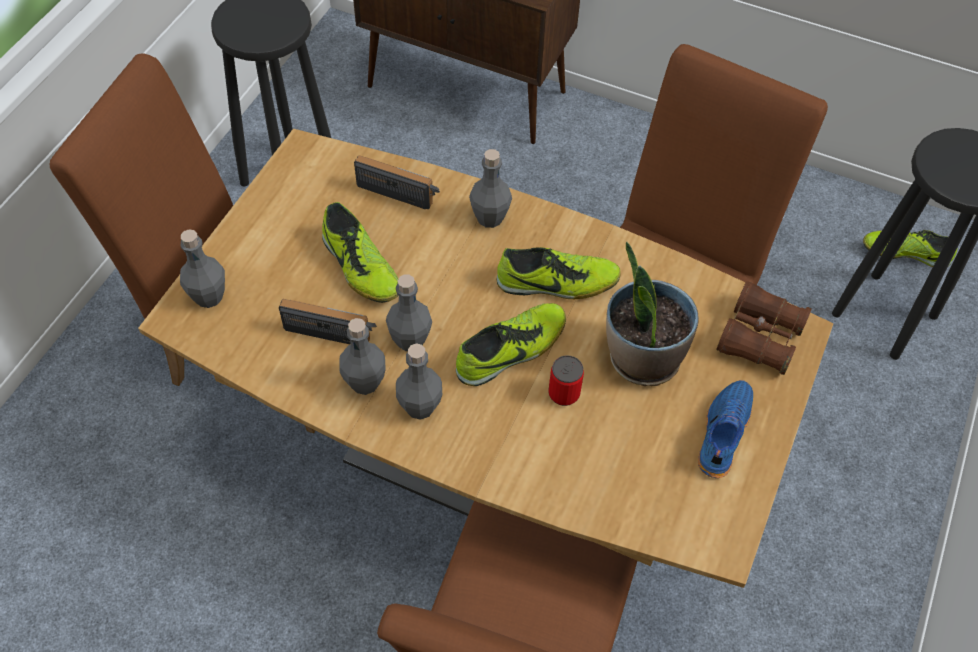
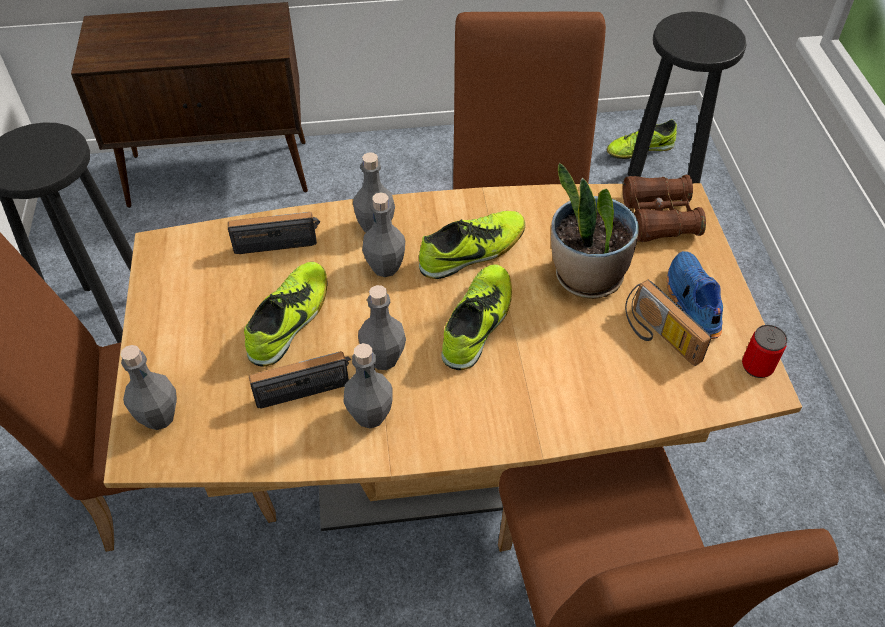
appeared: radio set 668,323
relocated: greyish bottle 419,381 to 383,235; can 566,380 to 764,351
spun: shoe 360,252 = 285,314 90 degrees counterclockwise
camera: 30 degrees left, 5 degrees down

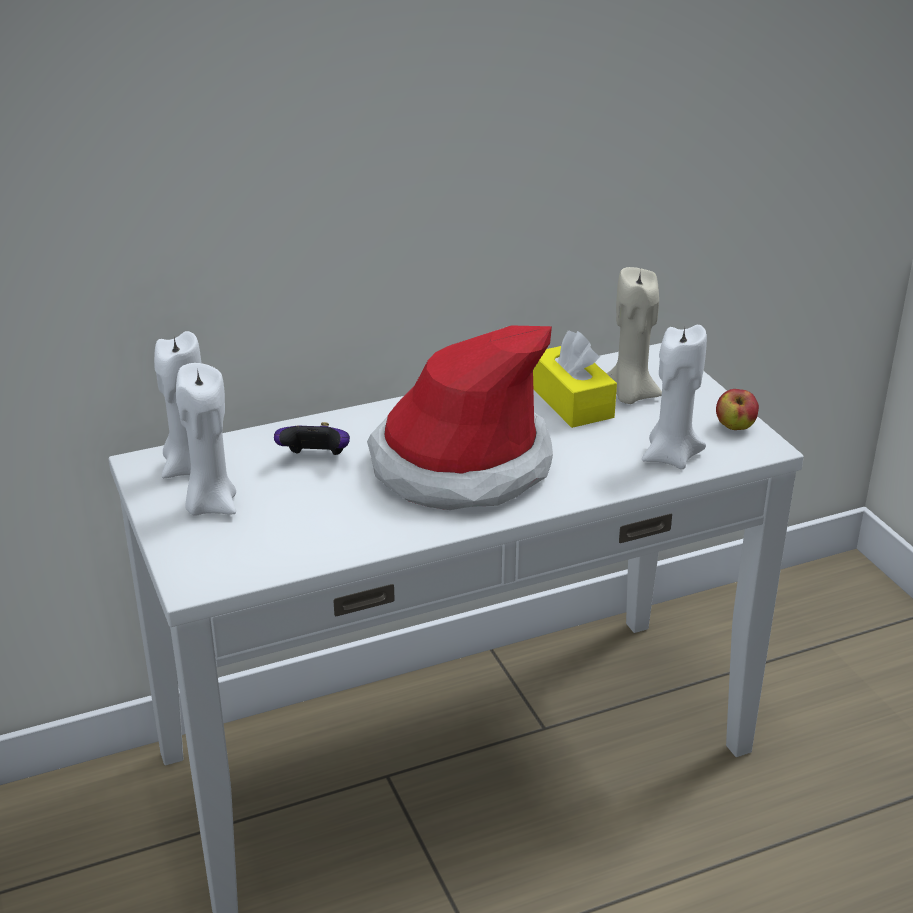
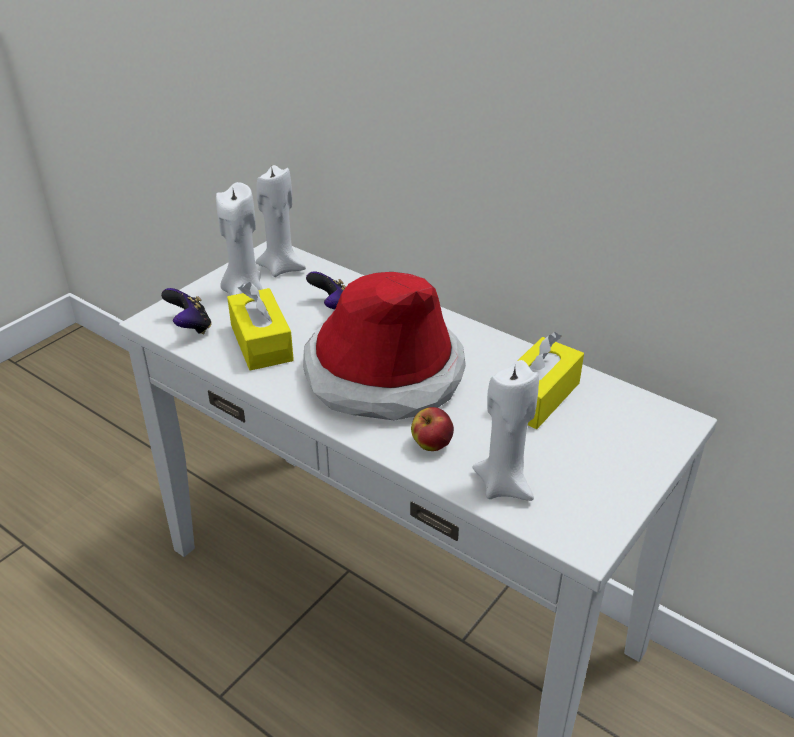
missing: beige candle 634,335
appeared: game controller 186,311; yellow-coloured tissue holder 260,326
relocated: apple fruit 737,409 to 432,429
camera: 60 degrees right, 5 degrees up

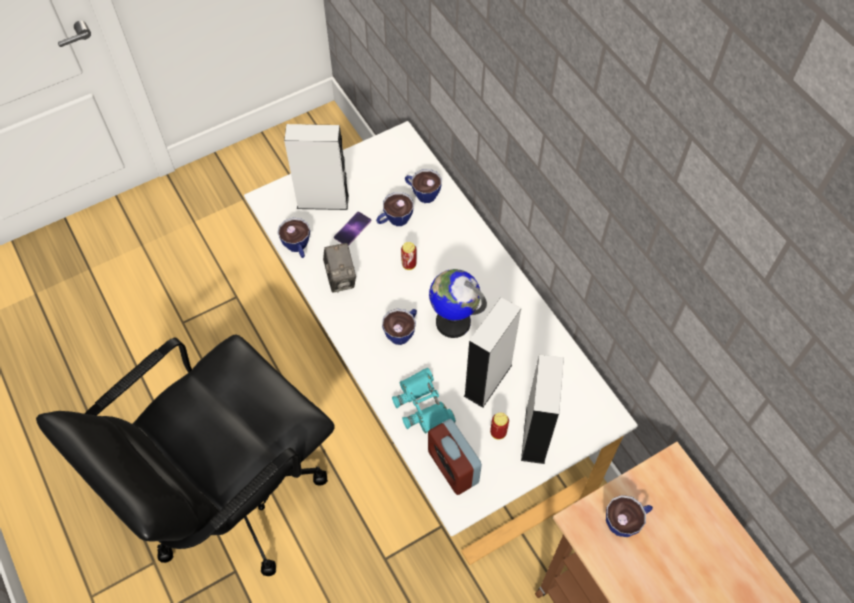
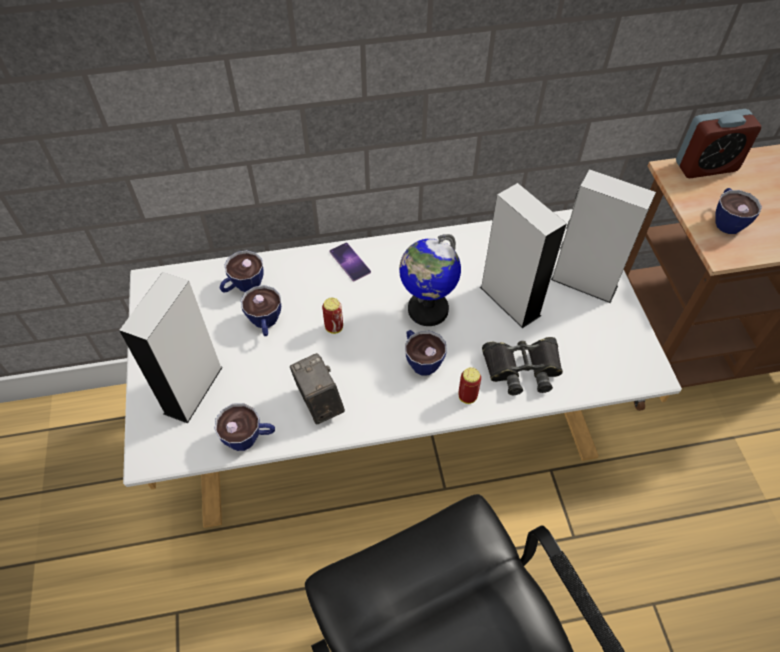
relocated: telephone 352,228 to 350,262; can 499,426 to 469,385; bedside clock 455,457 to 718,143
colour: blue-green field glasses 424,401 to blackish field glasses 522,366
spun: photo camera 339,268 = 317,388 120 degrees counterclockwise
camera: 70 degrees left, 5 degrees down

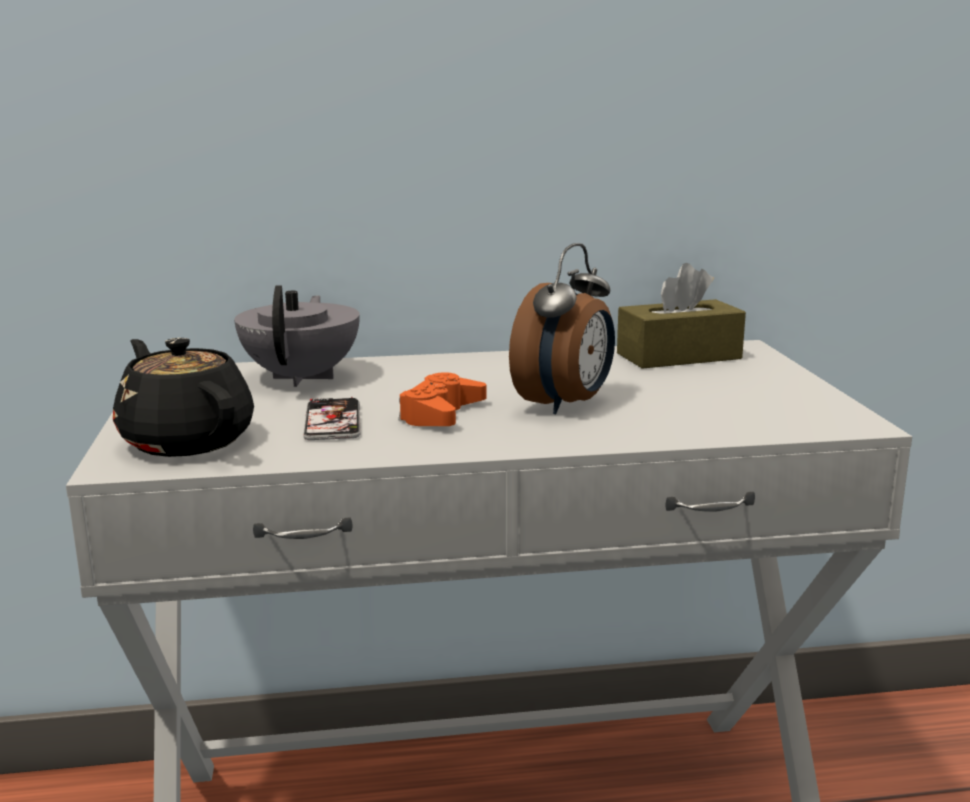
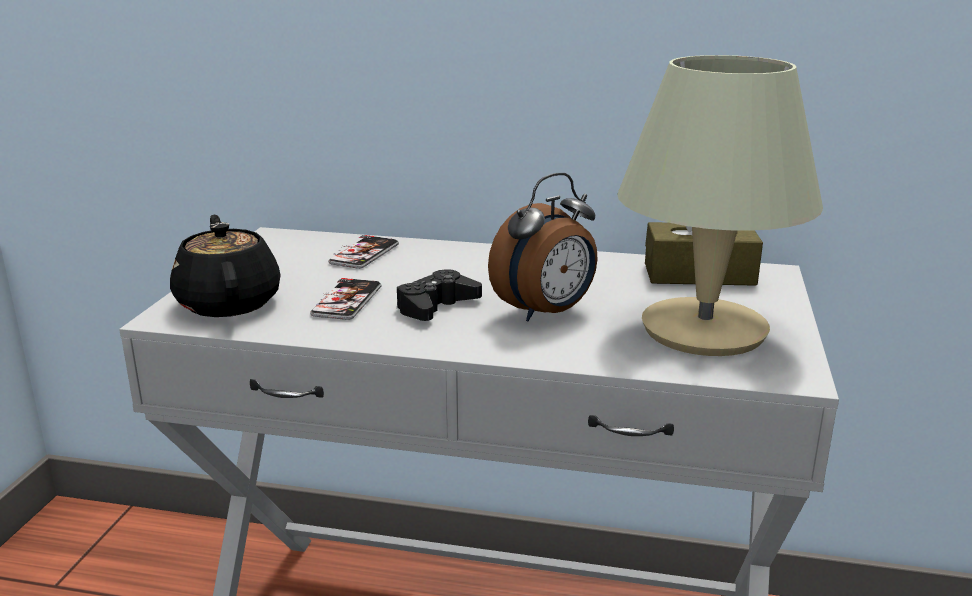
appeared: beige lamp for a table 720,205
exchanged: greyish teapot 297,336 to telephone 363,252
colour: orange-coloured game controller 442,399 to blackish game controller 439,295
camera: 20 degrees right, 5 degrees up

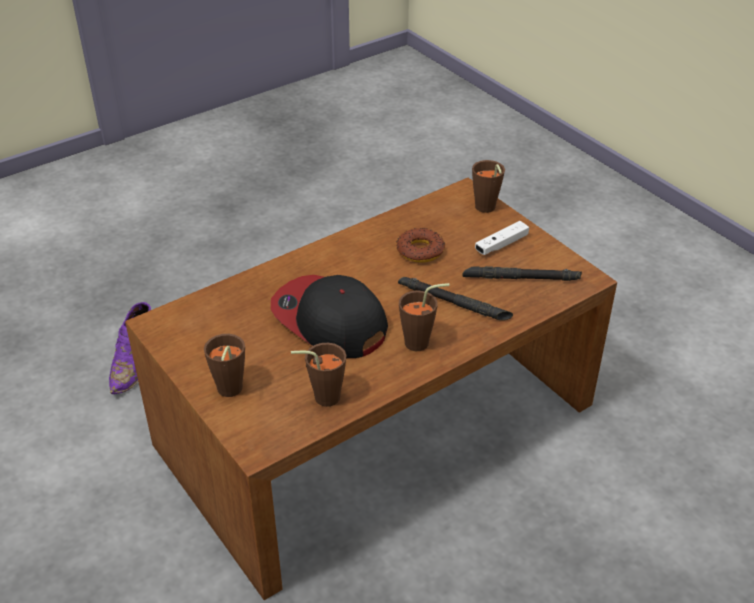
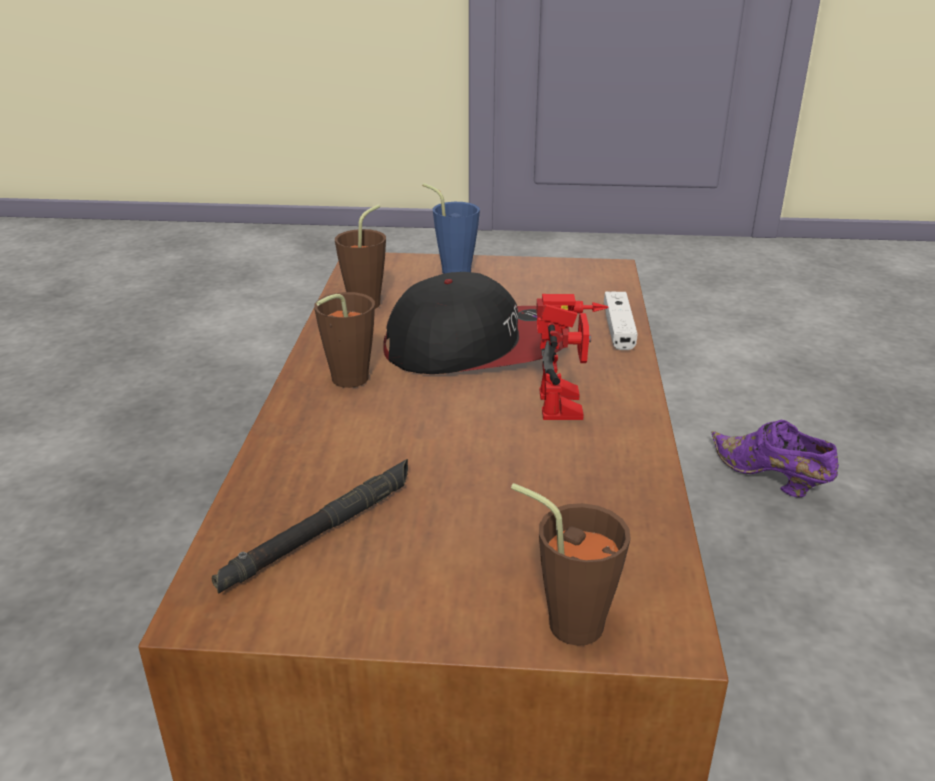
missing: ring doughnut 420,245; blackish torch 455,298
appeared: toy robot 572,357
relocated: white game controller 502,238 to 620,320
colour: brown small cup 224,365 to blue small cup 451,228
camera: 130 degrees right, 10 degrees down

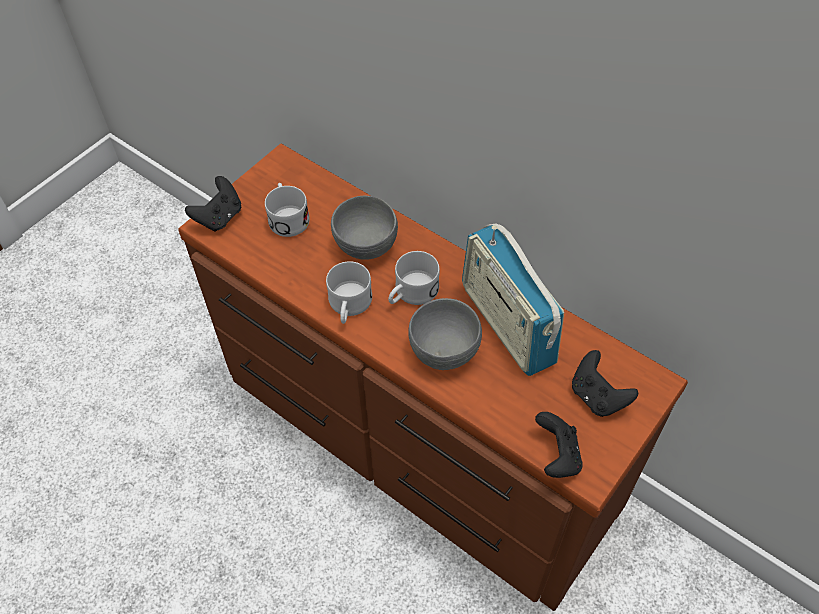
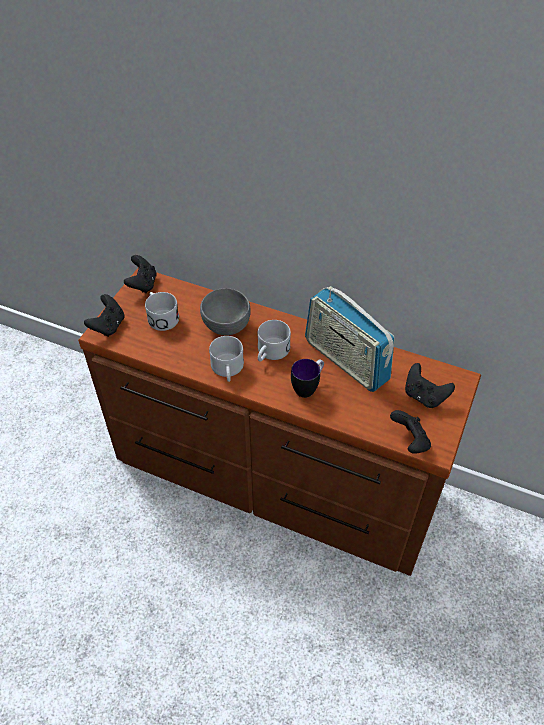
appeared: blackish game controller 140,274
exchanged: greyish deep dish 445,334 to tea mug 307,378
camera: 15 degrees left, 5 degrees down

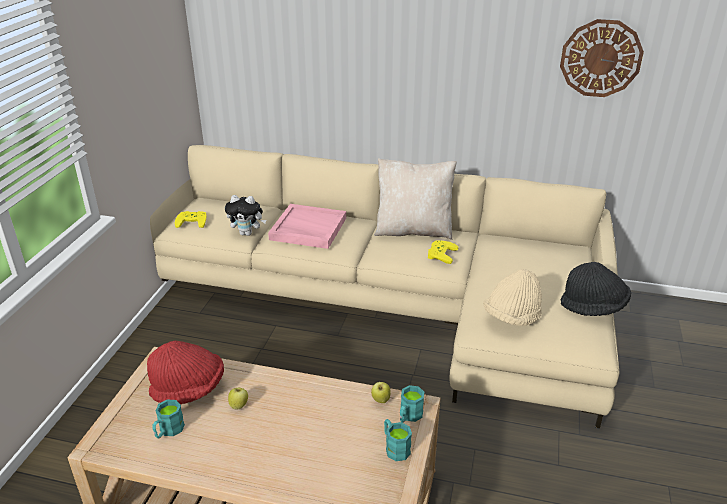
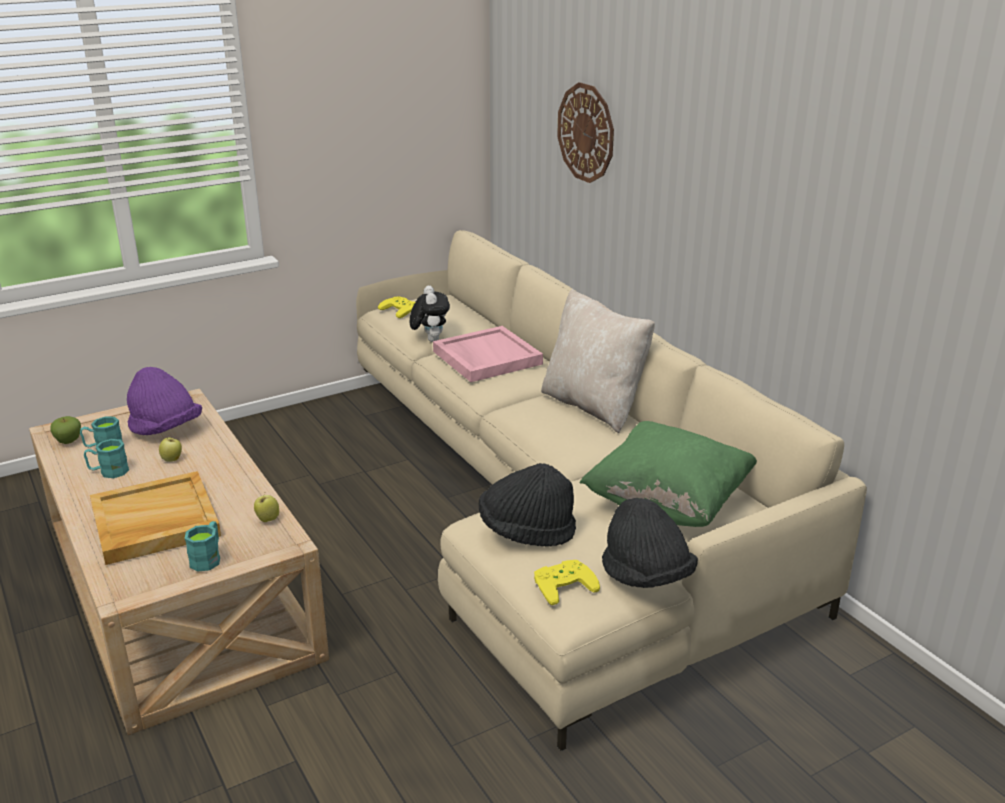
appeared: apple fruit 65,430; beige serving tray 155,518; green-coloured cushion 668,474
relocated: blue-green tea mug 412,404 to 106,458; yellow-coloured game controller 443,252 to 567,582; clock on the wall 602,58 to 585,132
colour: red-coloured clothing hat 185,373 to purple clothing hat 164,401; beige clothing hat 512,297 to blackish clothing hat 527,504
spun: cuddly toy 245,215 = 430,313 150 degrees counterclockwise
camera: 45 degrees right, 5 degrees down

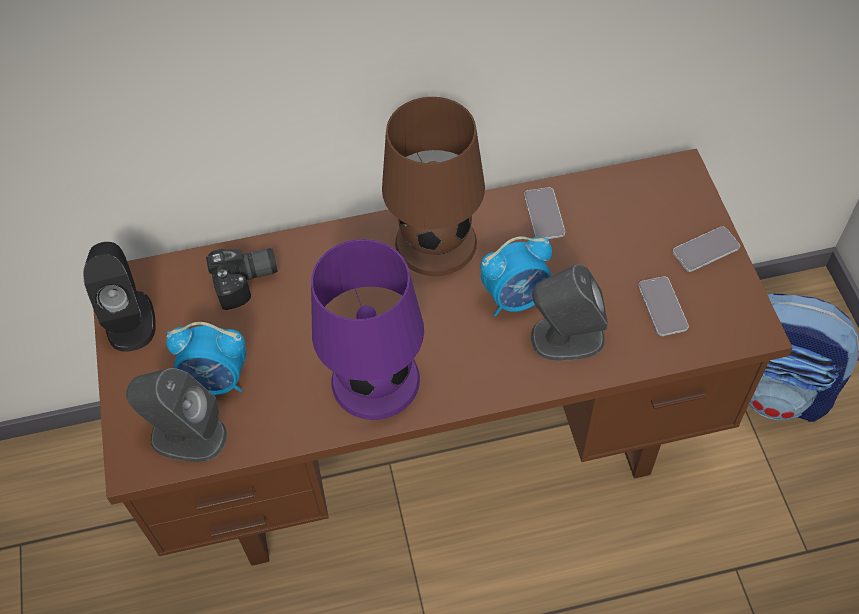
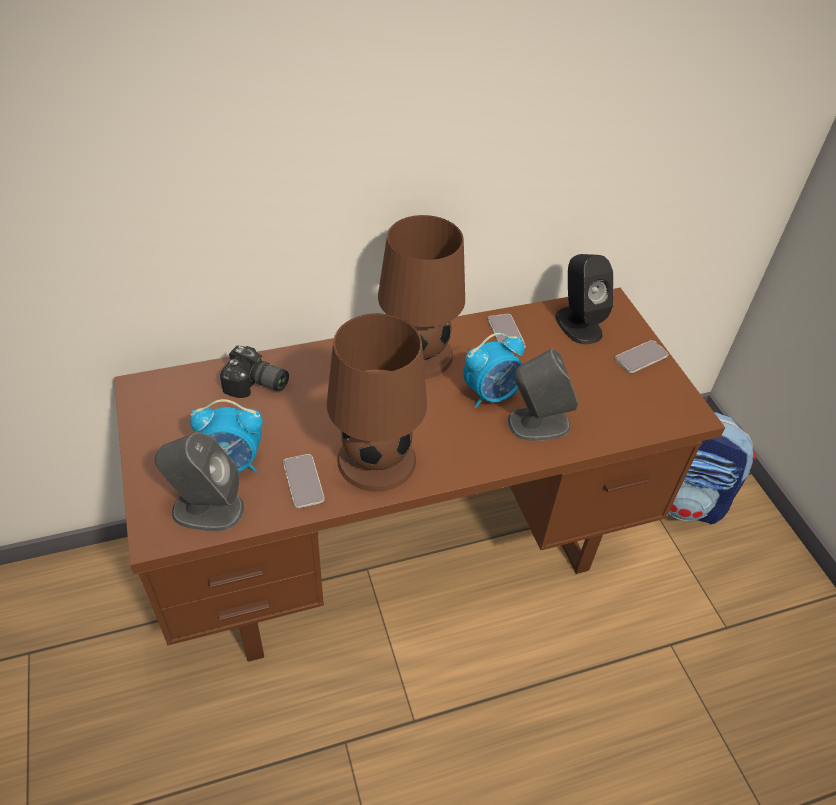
relocated: telephone 663,306 to 303,481; blackish speaker 119,297 to 584,299
colour: purple lamp for a table 367,329 to brown lamp for a table 377,402
spun: photo camera 242,279 = 254,372 45 degrees clockwise
camera: 10 degrees left, 10 degrees down

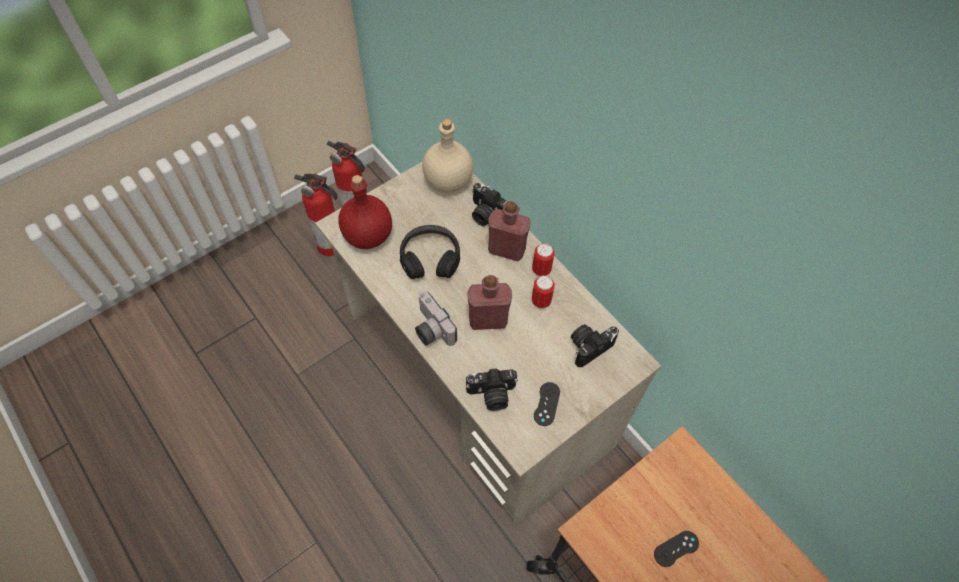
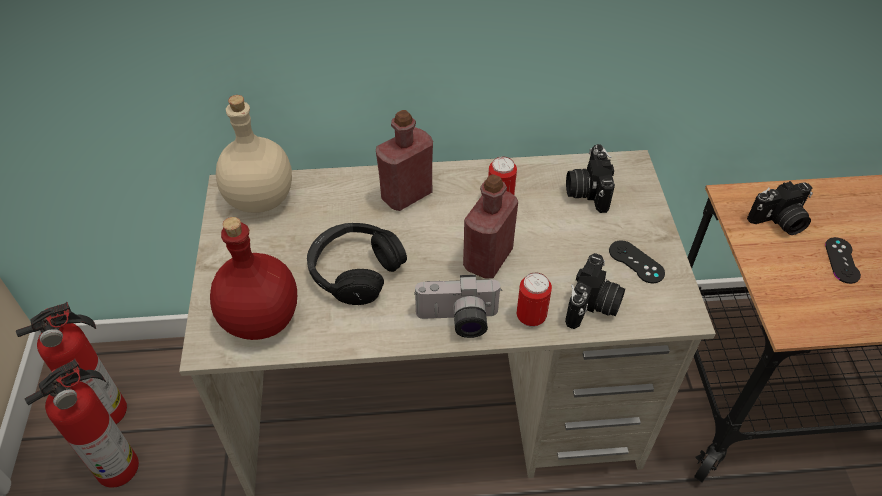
relocated: can 543,259 to 534,300; photo camera 490,204 to 780,208
camera: 55 degrees left, 10 degrees down

